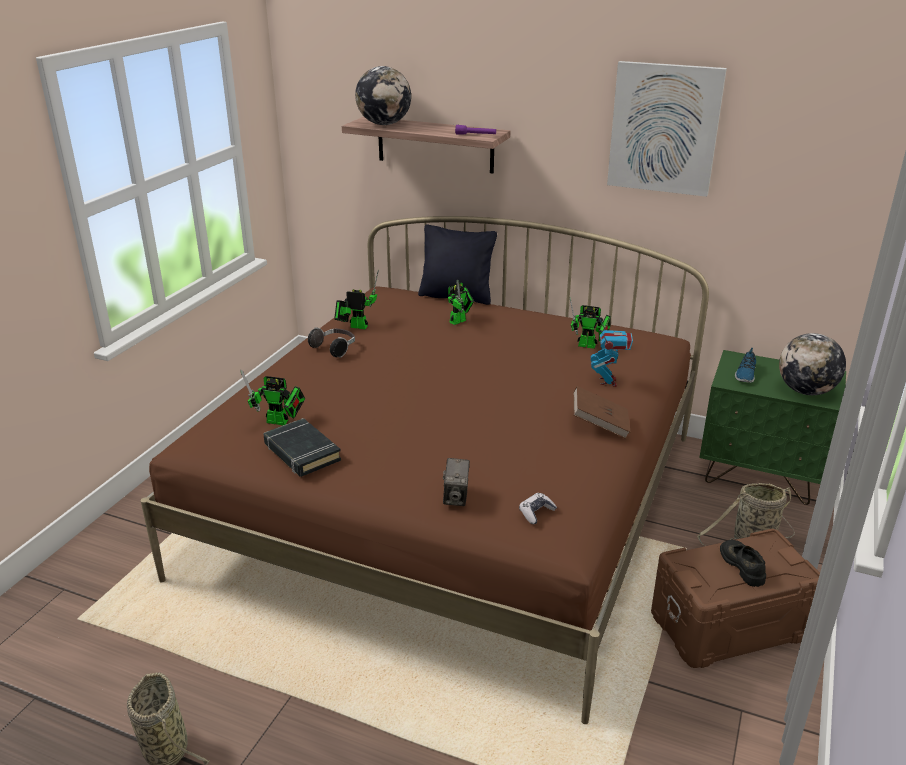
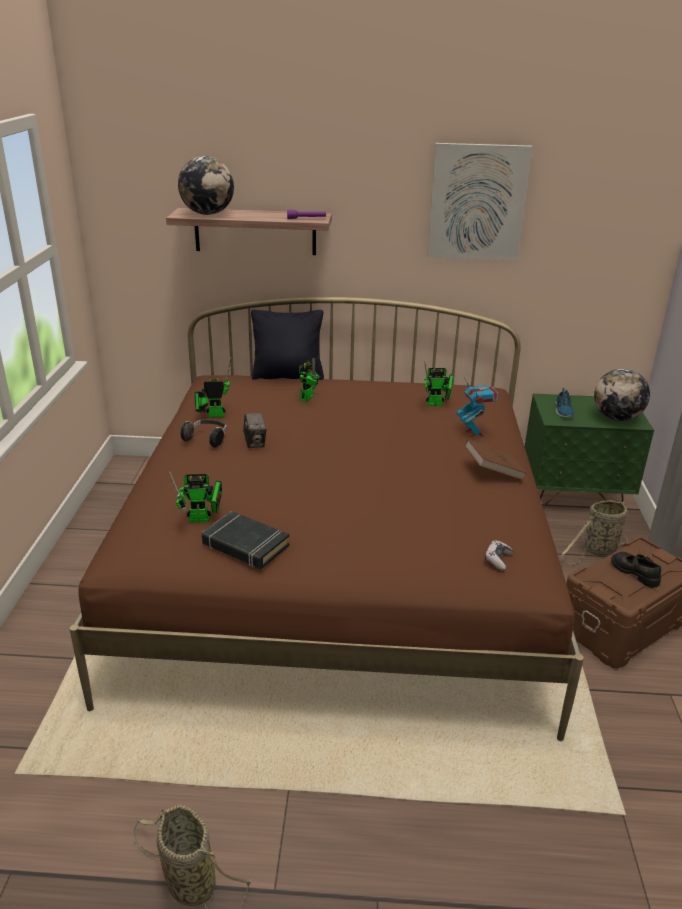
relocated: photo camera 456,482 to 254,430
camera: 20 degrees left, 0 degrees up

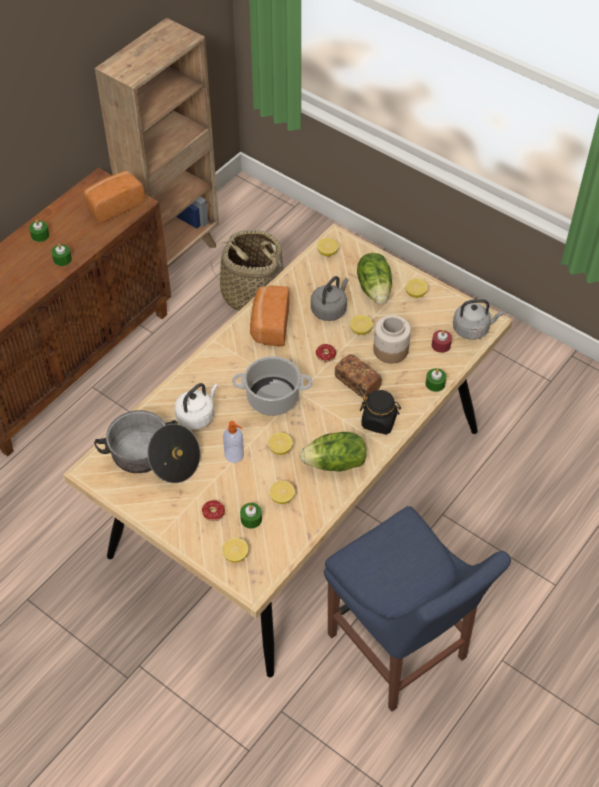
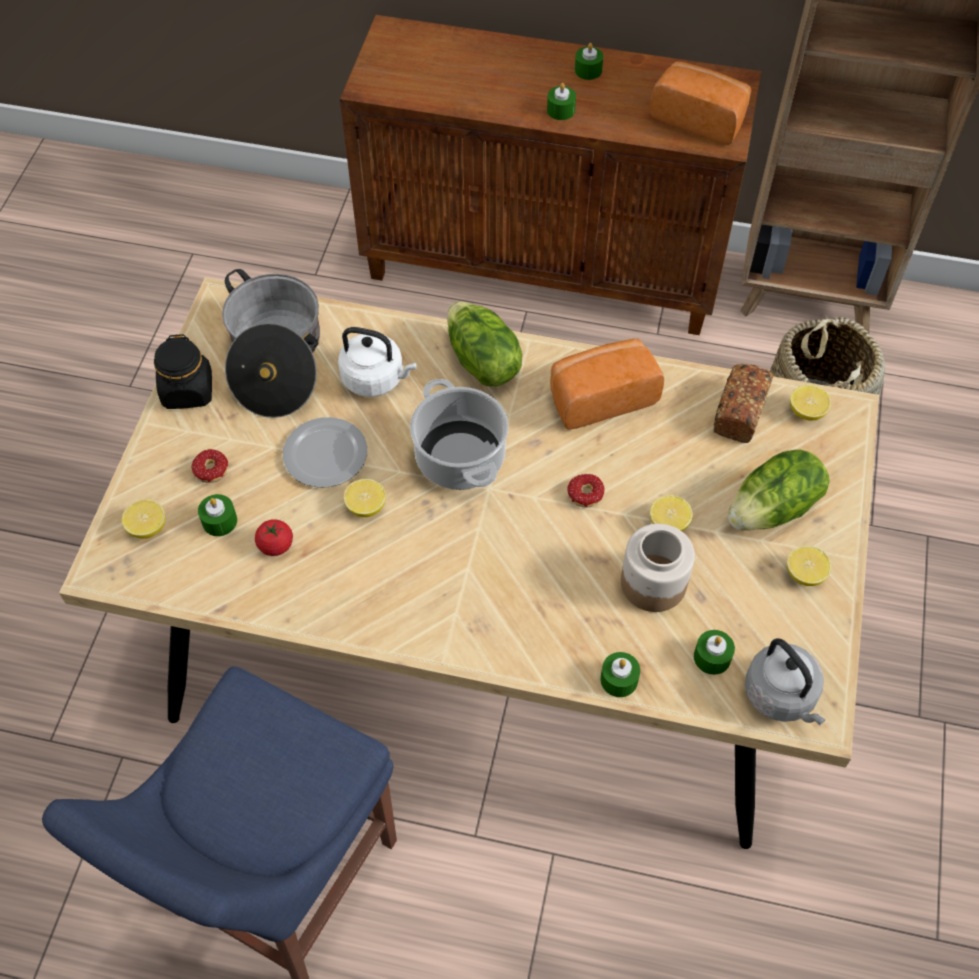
missing: greyish water kettle 329,298
relocated: blackish storage jar 380,412 to 183,371; lettuce head 333,452 to 484,344; bakery bread 358,376 to 743,403
exchanged: citrus fruit 282,492 to tomato 274,537; soap dispenser 233,442 to flat dish 324,452
colour: red-coloured candle 442,341 to green-coloured candle 714,652
camera: 65 degrees right, 5 degrees up

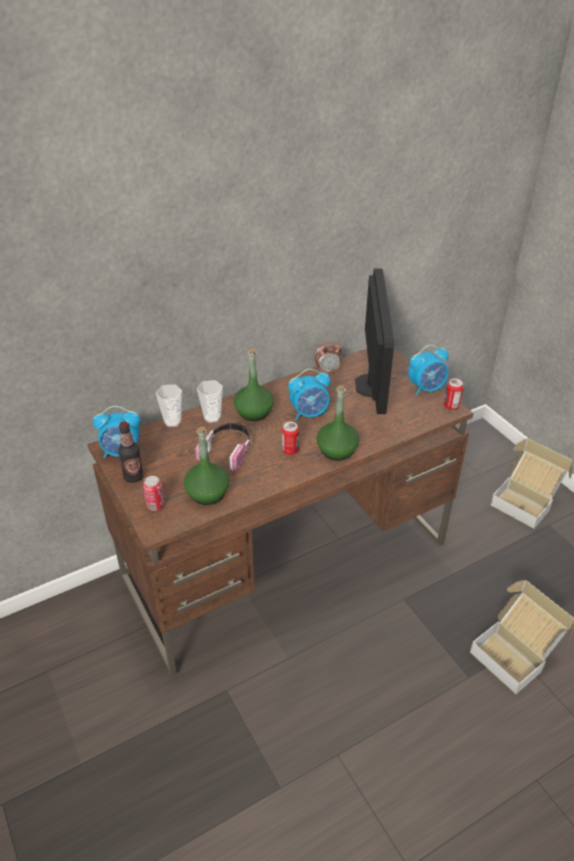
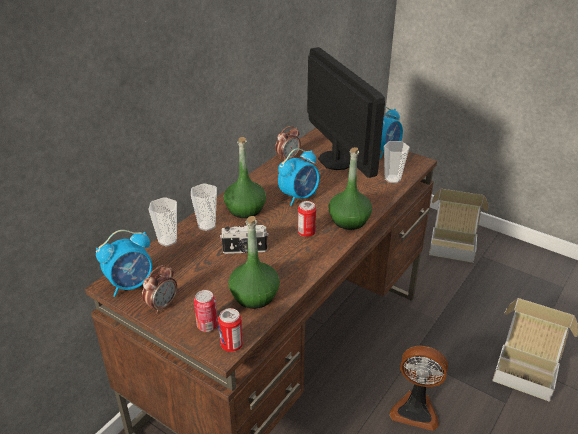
appeared: small cup 396,162; fan 418,388
relocated: can 454,394 to 230,330
exchanged: bottle 131,452 to bedside clock 159,289; headphones 223,447 to photo camera 244,239
camera: 25 degrees left, 5 degrees down

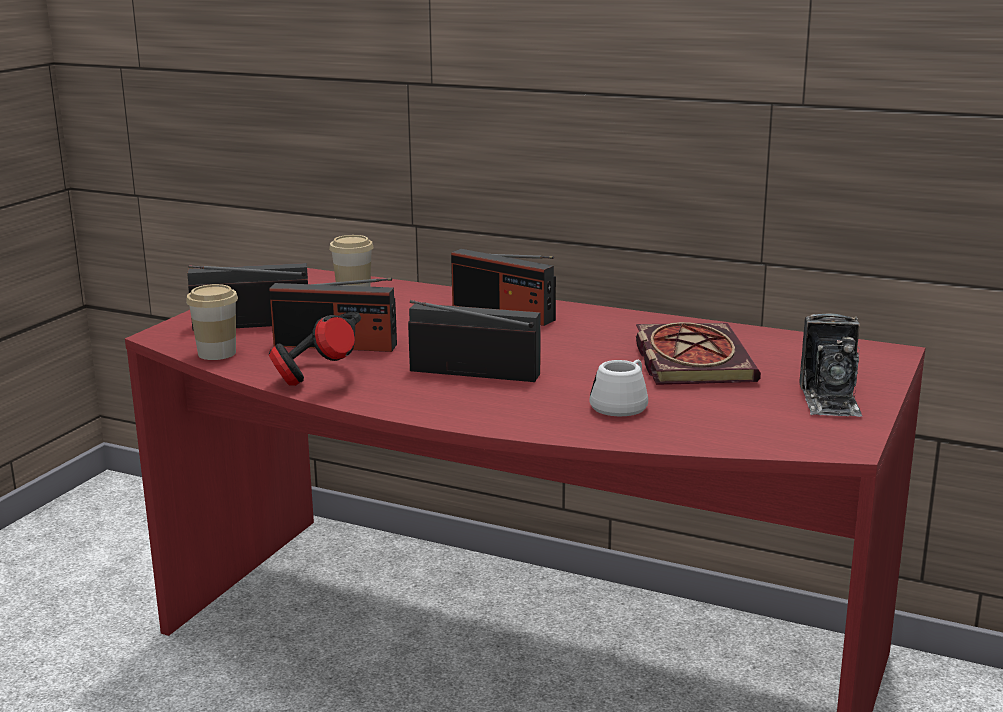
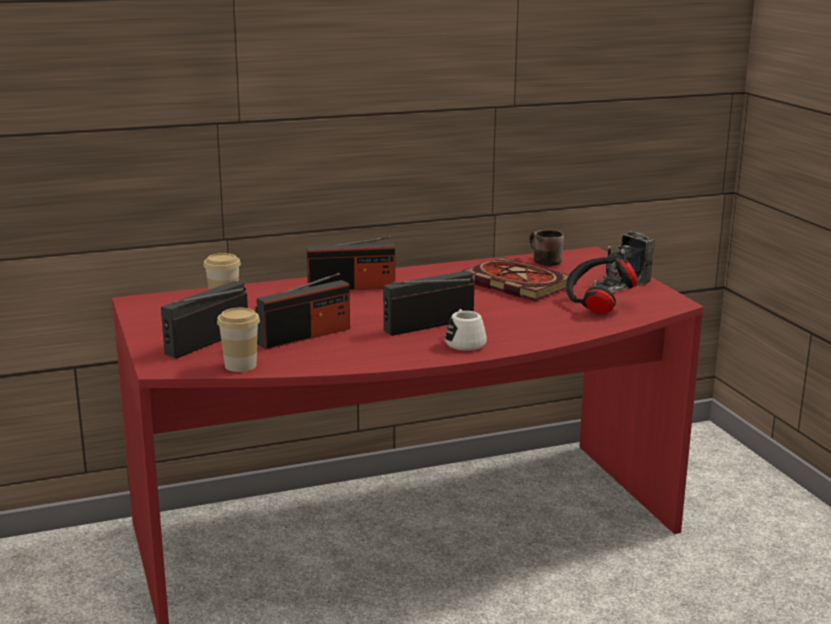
appeared: brown tea mug 547,248
relocated: white tea mug 618,387 to 466,329; blackish headphones 315,349 to 602,285
spun: photo camera 830,365 = 622,261 90 degrees clockwise
camera: 45 degrees left, 0 degrees up

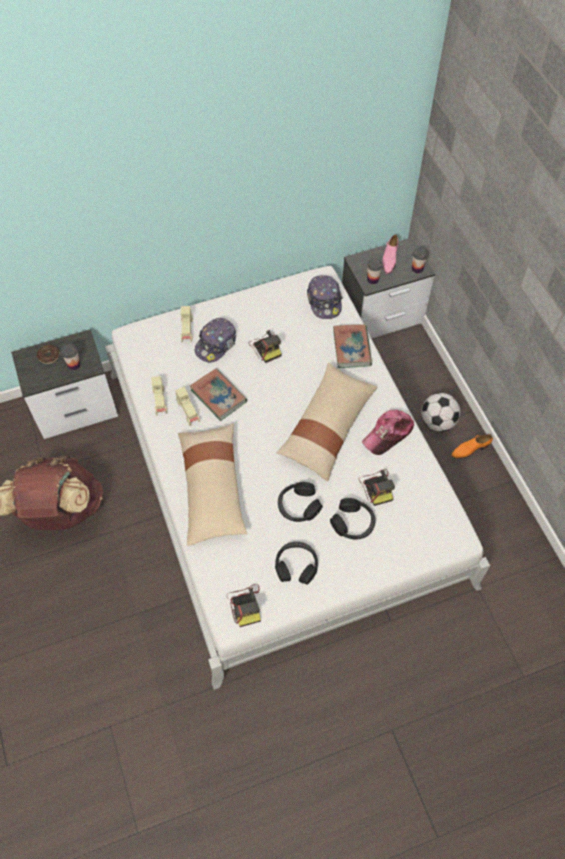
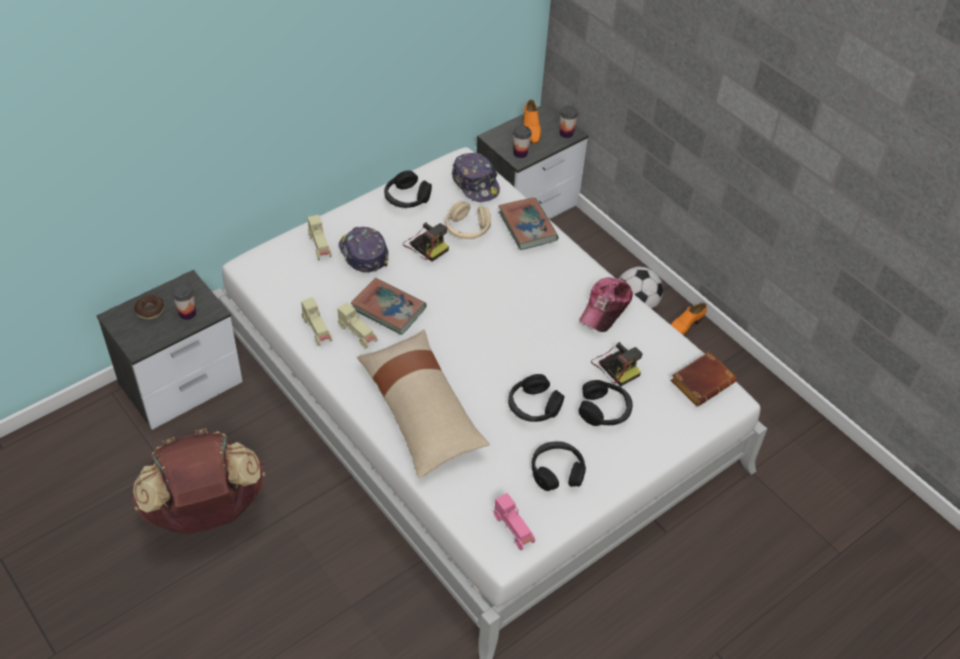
missing: beige cushion 327,422
appeared: blackish headphones 408,189; beige headphones 468,220; brown volume 703,379
exchanged: photo camera 244,605 to pink-coloured model car 514,521
colour: pink-coloured shoe 390,254 to orange-coloured shoe 532,122
spun: cap 215,340 = 364,249 135 degrees clockwise
camera: 20 degrees left, 10 degrees down

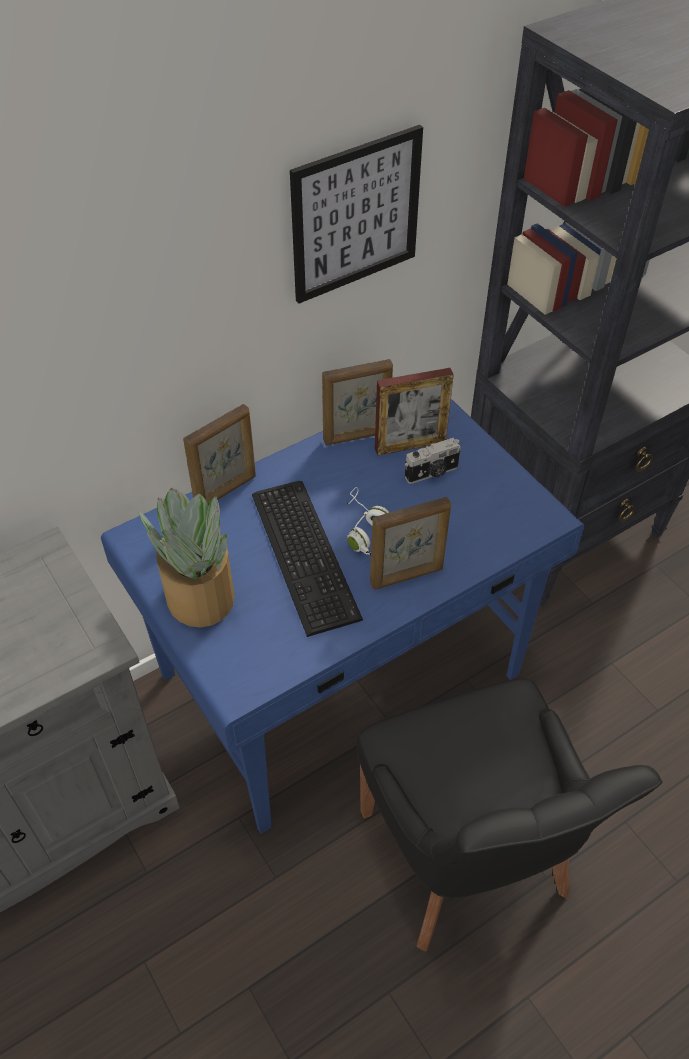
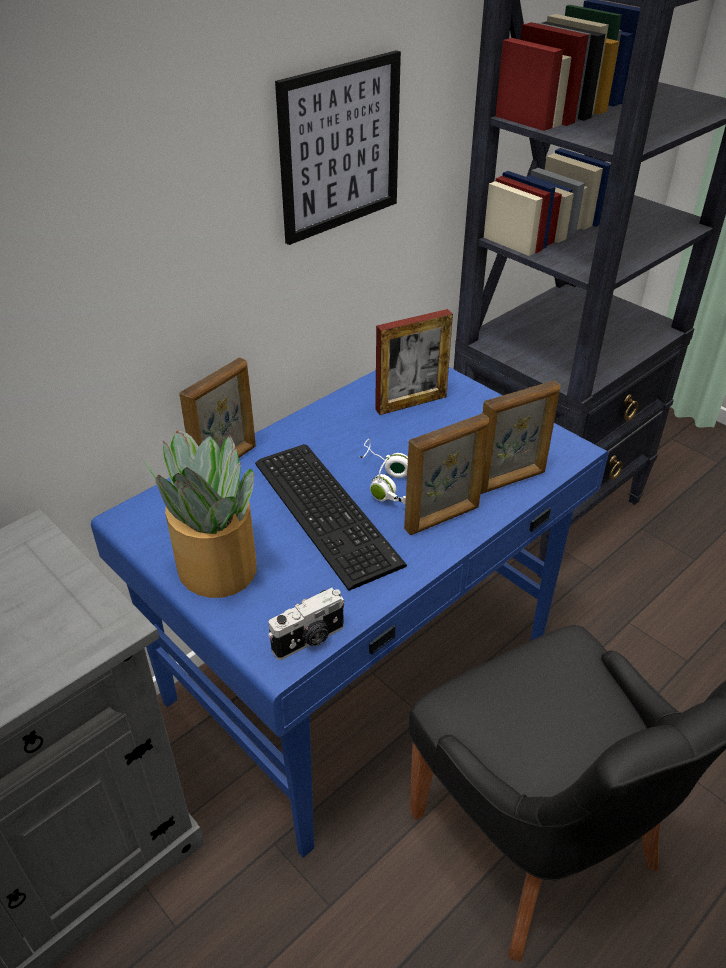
relocated: photo camera 433,461 to 306,624; photo frame 357,402 to 520,437
camera: 10 degrees left, 10 degrees down

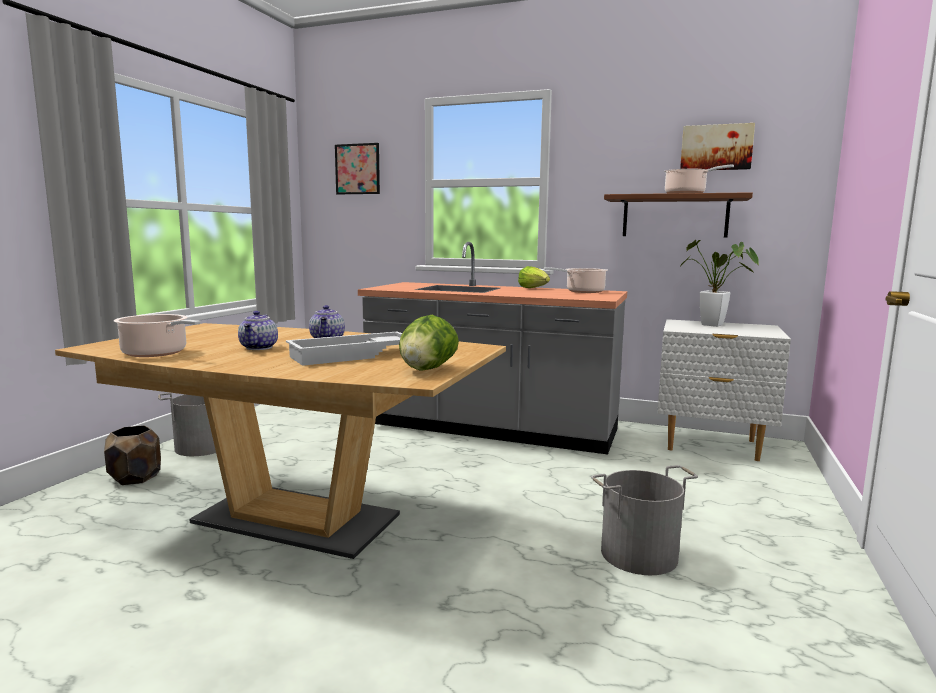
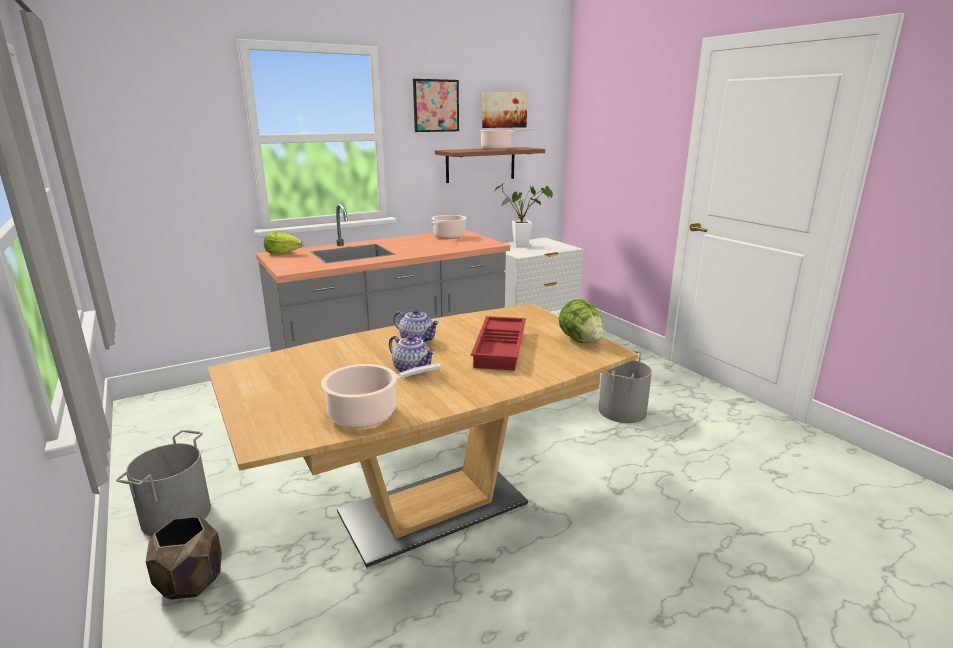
relocated: lettuce head 534,277 to 284,243; wall art 357,168 to 436,105
colour: white serving tray 344,349 to red-coloured serving tray 498,343
camera: 50 degrees left, 10 degrees up

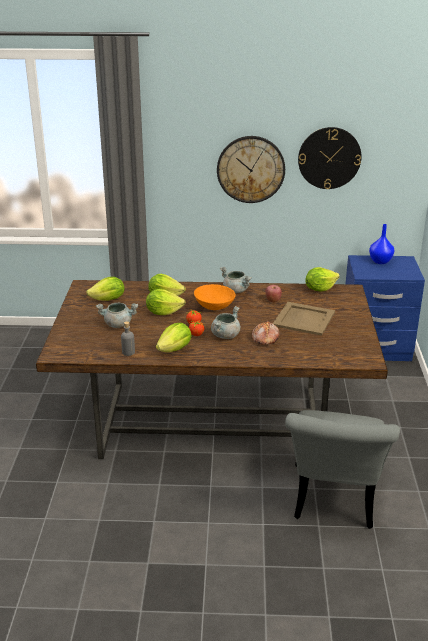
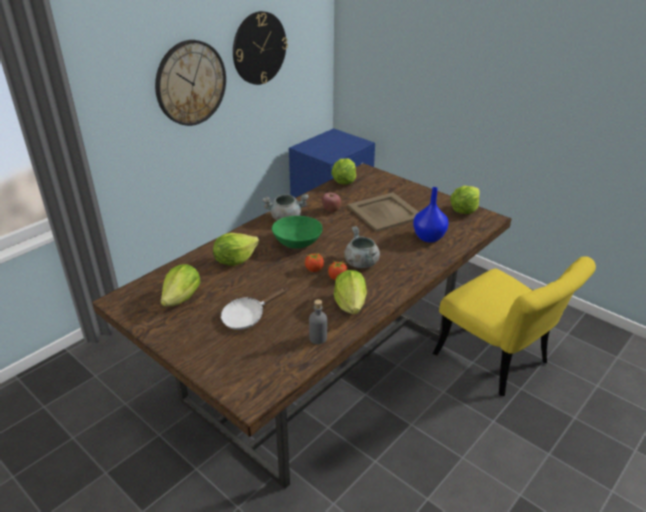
missing: bakery bread 265,333
relocated: blue flower vase 381,244 to 431,215; lettuce head 165,302 to 465,200
exchanged: greyish cooking pot 117,315 to white pan 254,308
colour: orange-coloured deep dish 215,297 to green-coloured deep dish 297,232; greyish chair 342,469 to yellow-coloured chair 514,326
camera: 50 degrees left, 5 degrees up

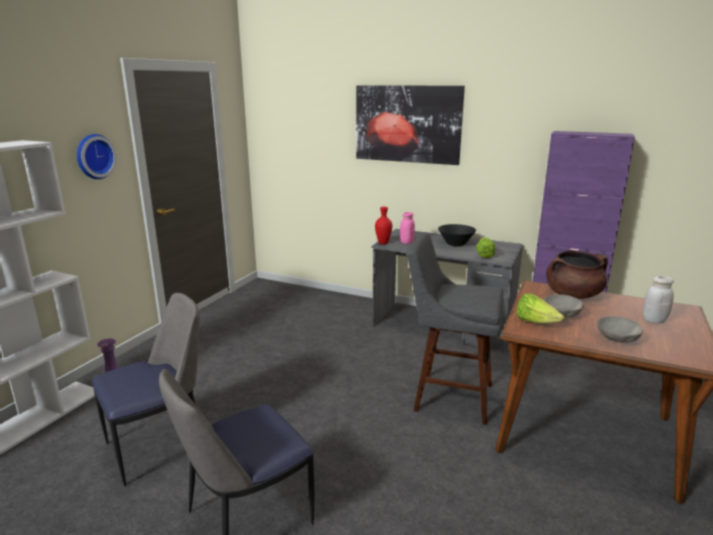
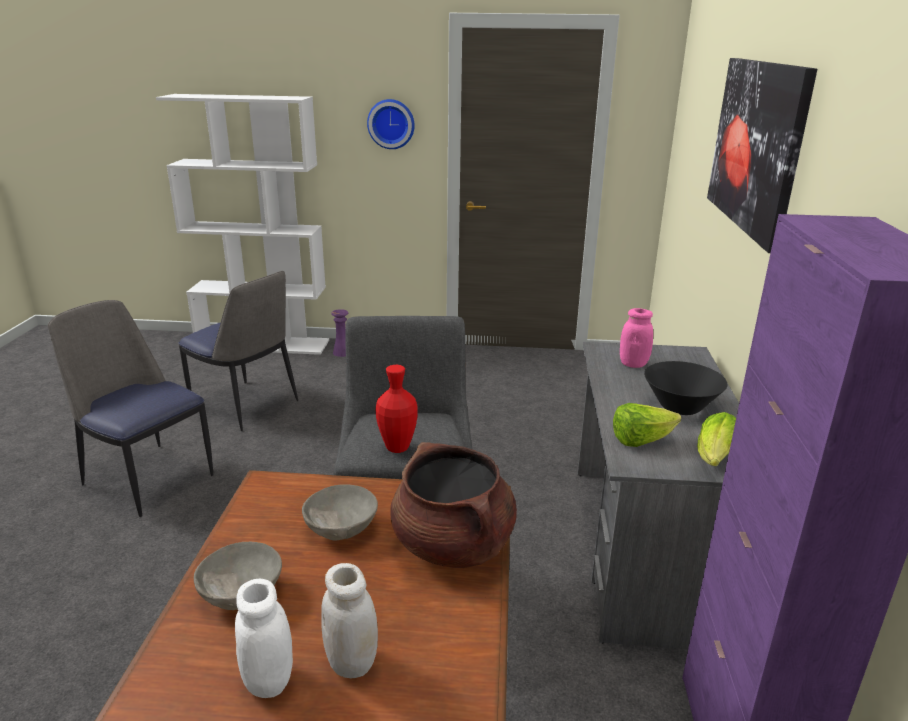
appeared: white storage jar 264,638
relocated: red-coloured flower vase 383,226 to 397,409; lettuce head 540,308 to 716,439
camera: 70 degrees right, 5 degrees up

